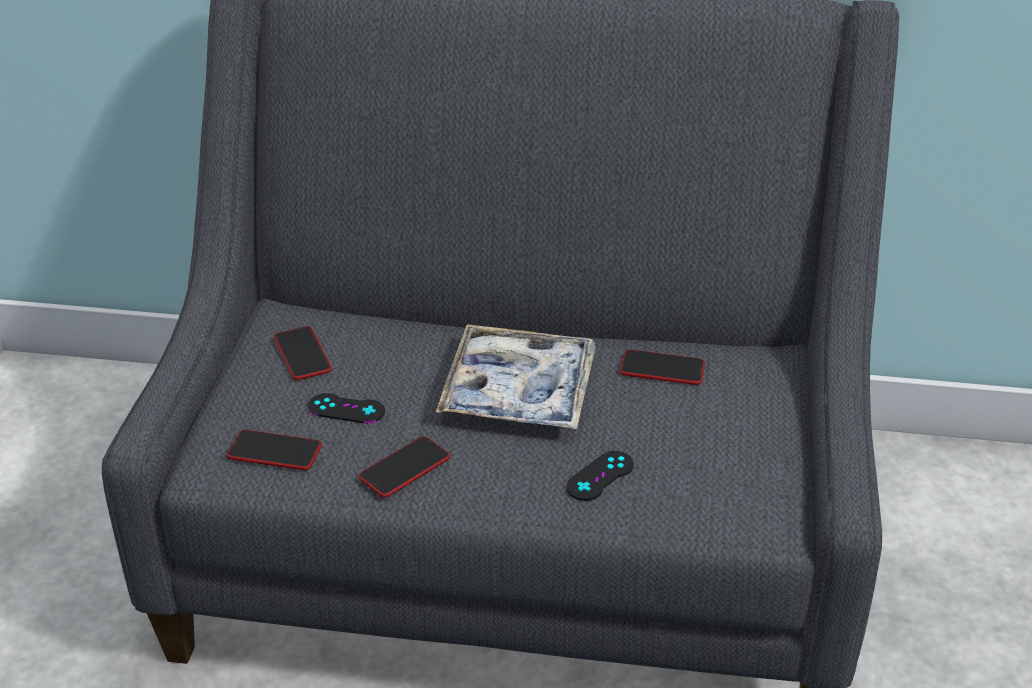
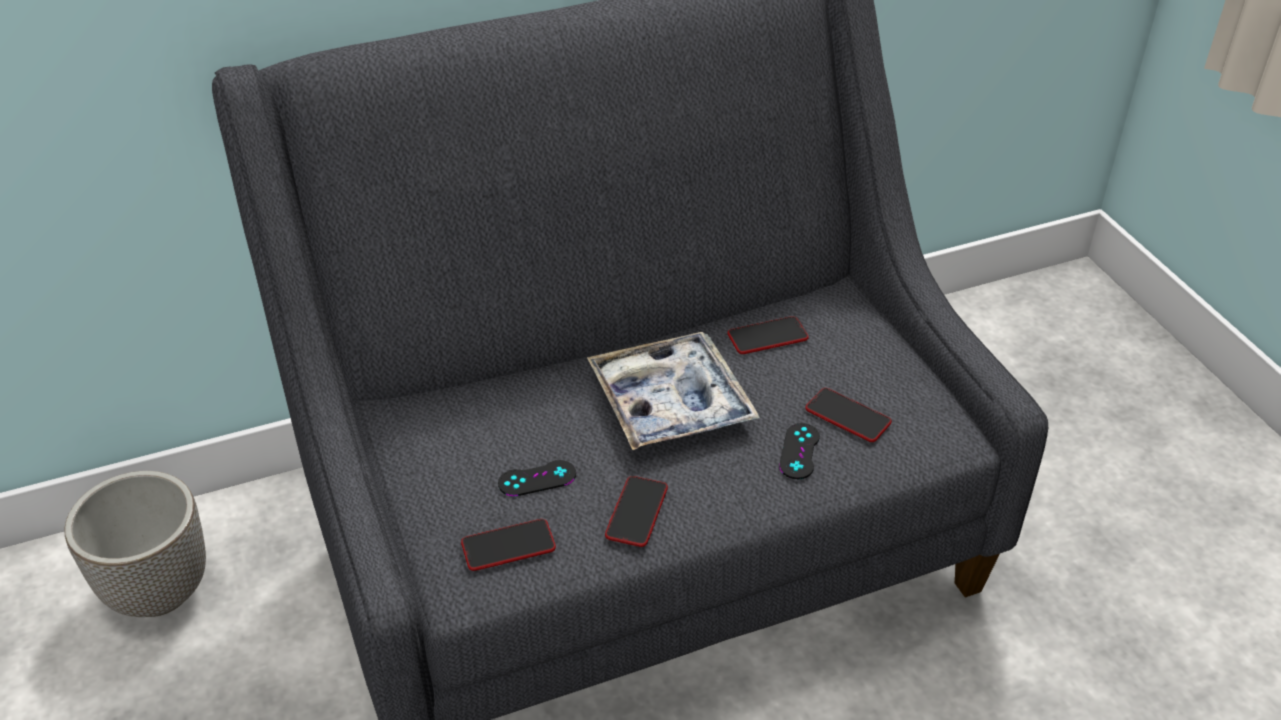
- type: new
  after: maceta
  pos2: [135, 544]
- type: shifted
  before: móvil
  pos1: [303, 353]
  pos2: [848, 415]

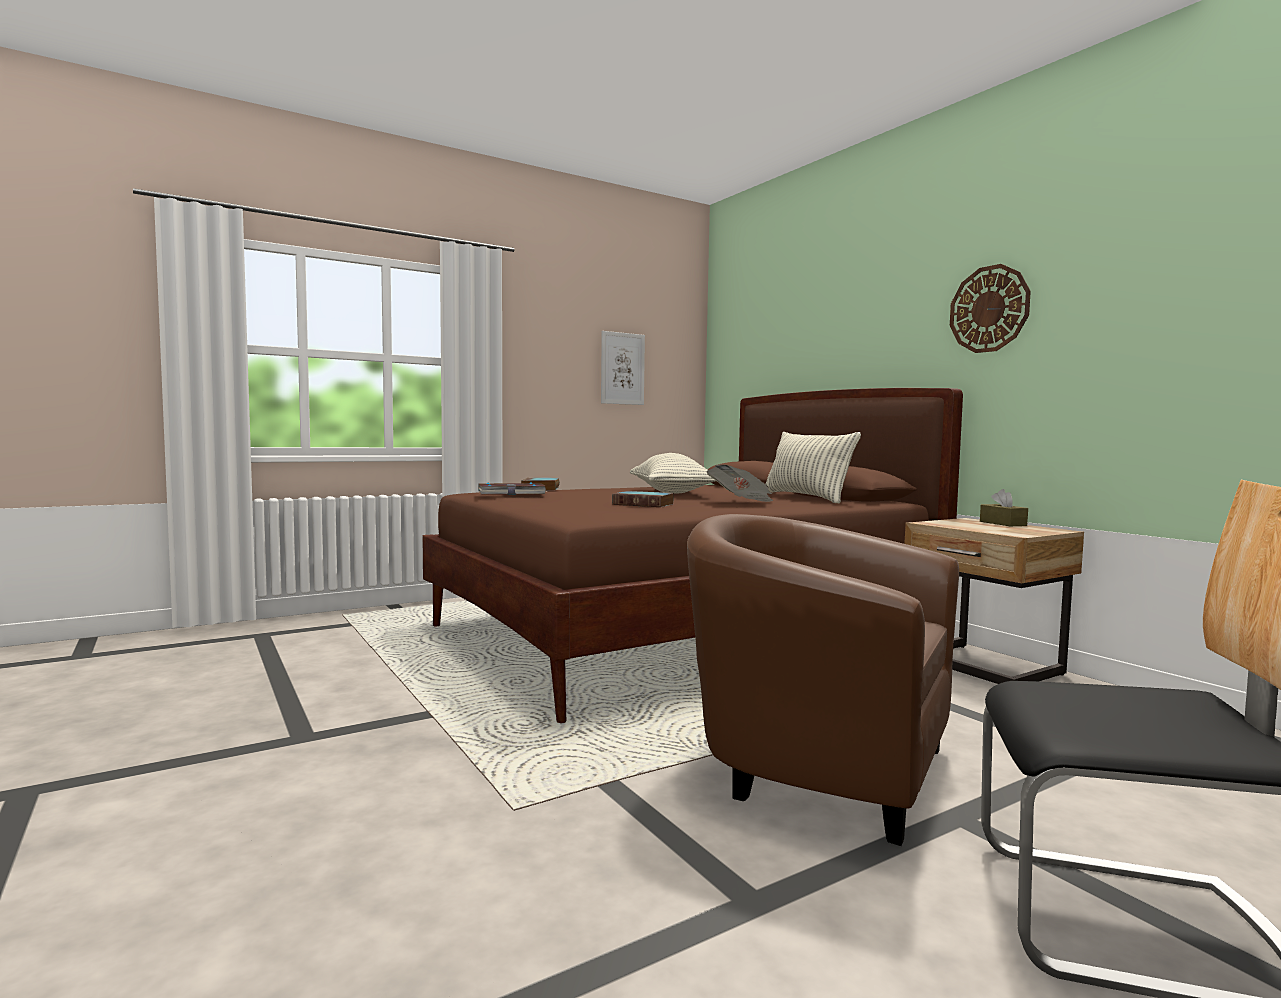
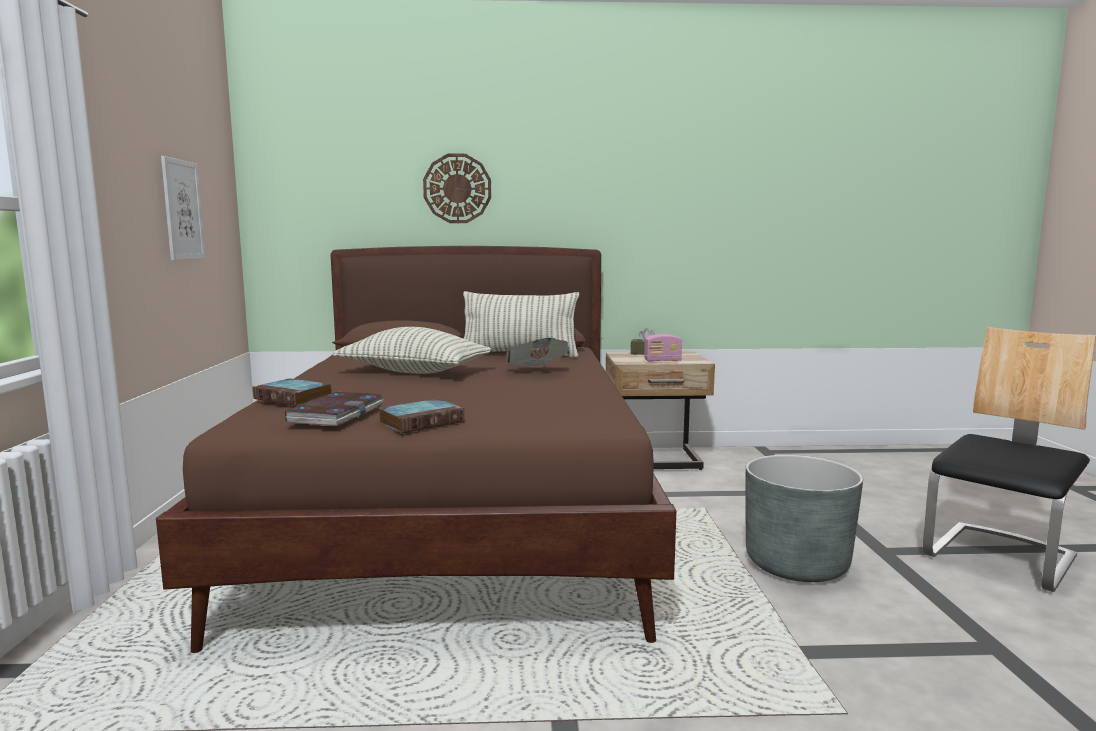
- type: shifted
  before: libro
  pos1: [643, 499]
  pos2: [421, 416]
- type: shifted
  before: reloj de pared
  pos1: [990, 308]
  pos2: [457, 188]
- type: new
  after: radio
  pos2: [663, 348]
- type: swapped
  before: sillón (marrón)
  after: maceta (gris)
  pos1: [823, 680]
  pos2: [804, 518]

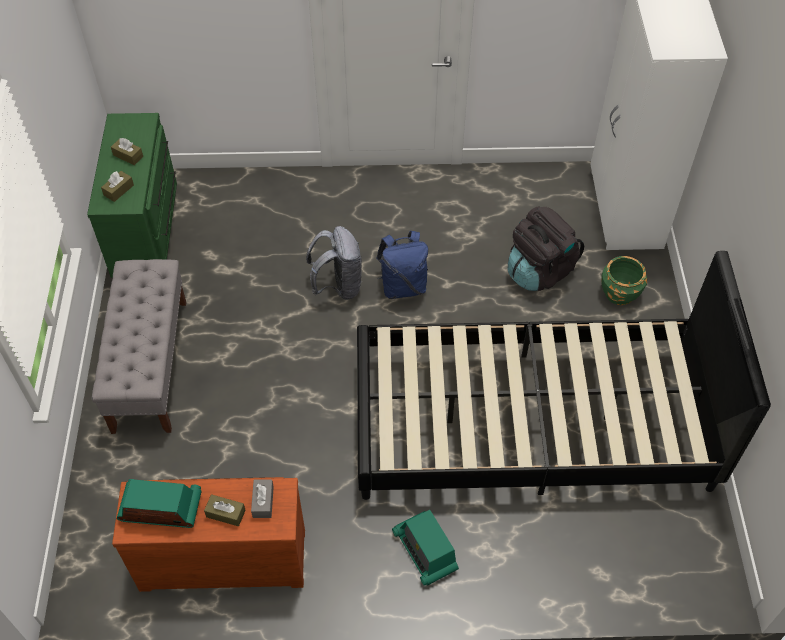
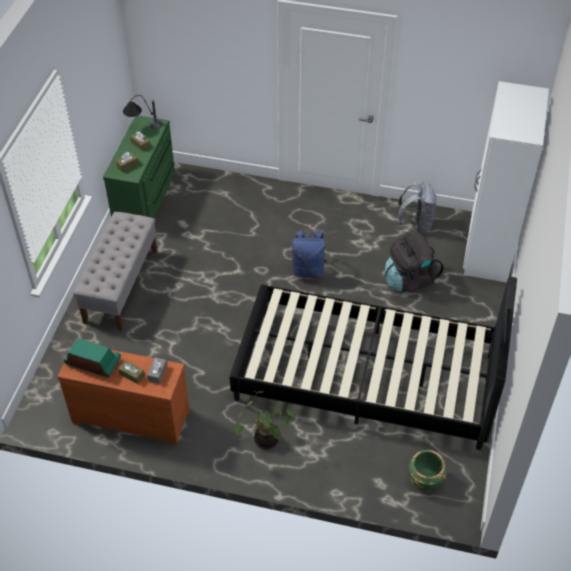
- type: new
  after: lámpara de mesa
  pos2: [142, 111]
- type: swapped
  before: radio
  after: planta en maceta
  pos1: [425, 548]
  pos2: [264, 420]
- type: shifted
  before: mochila (gris)
  pos1: [334, 263]
  pos2: [417, 207]
- type: shifted
  before: maceta (verde)
  pos1: [624, 280]
  pos2: [428, 470]

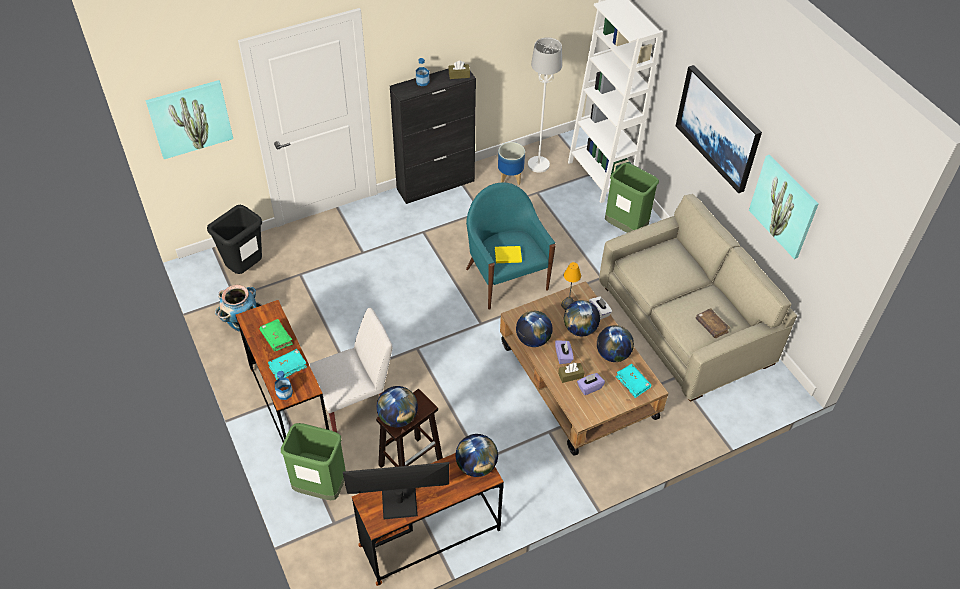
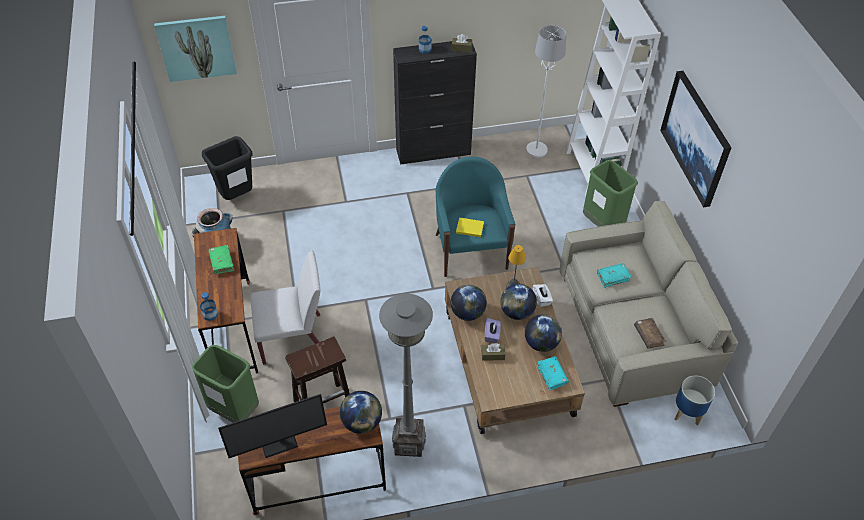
- type: rotated
  before: monitor
  pos1: [396, 491]
  pos2: [272, 426]
  turn: 150
- type: new
  after: lámpara de pie (gris)
  pos2: [406, 375]
- type: shifted
  before: libro (turquesa)
  pos1: [287, 364]
  pos2: [614, 275]
- type: shifted
  before: maceta
  pos1: [511, 163]
  pos2: [695, 400]
- type: gone
  before: globo terráqueo
  pos1: [397, 406]
- type: gone
  before: caja de pañuelos (morado)
  pos1: [591, 384]
- type: gone
  before: cuadro
  pos1: [783, 207]

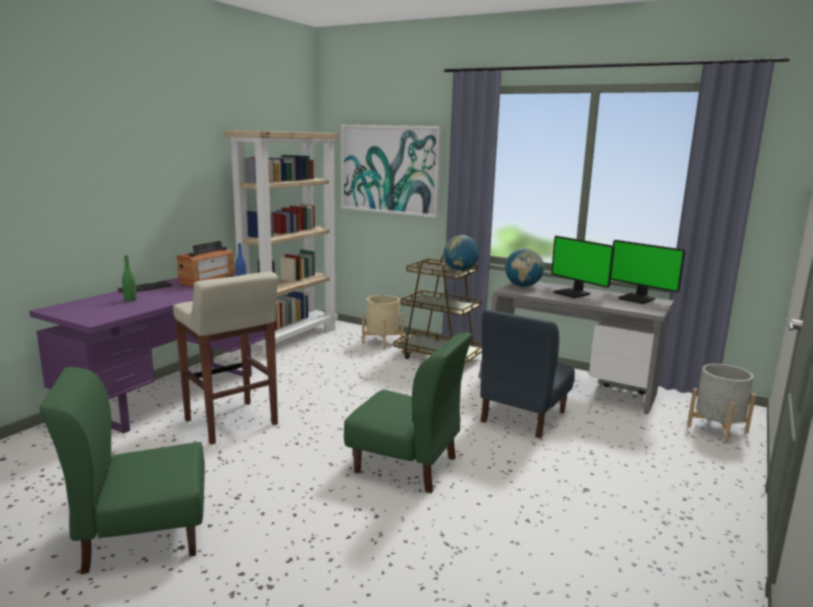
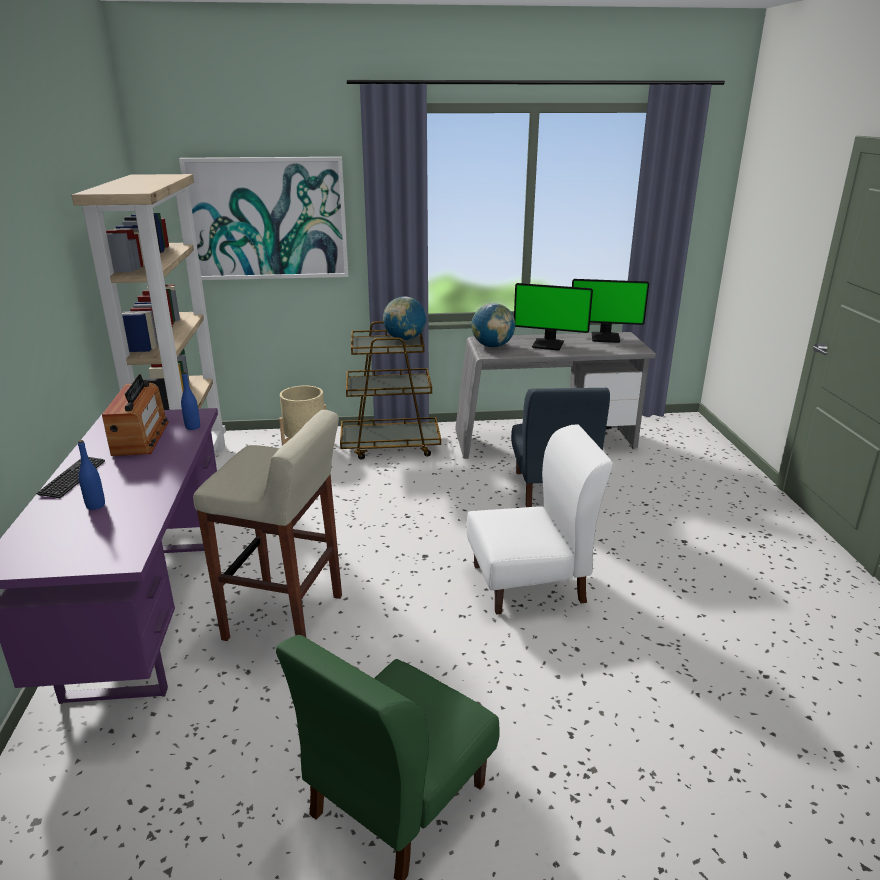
- type: repainted
  before: botella (verde)
  after: botella (azul)
  pos1: [129, 278]
  pos2: [91, 475]
- type: repainted
  before: silla (verde)
  after: silla (blanco)
  pos1: [408, 412]
  pos2: [539, 519]
- type: gone
  before: maceta (gris)
  pos1: [721, 403]

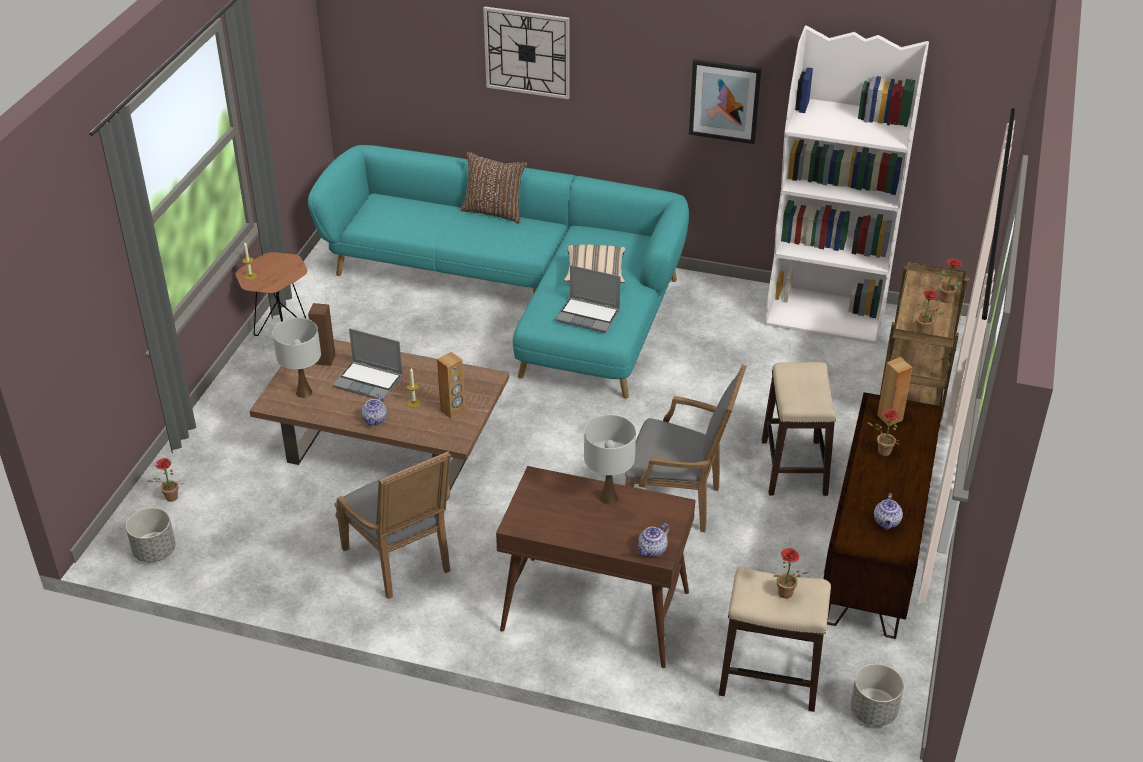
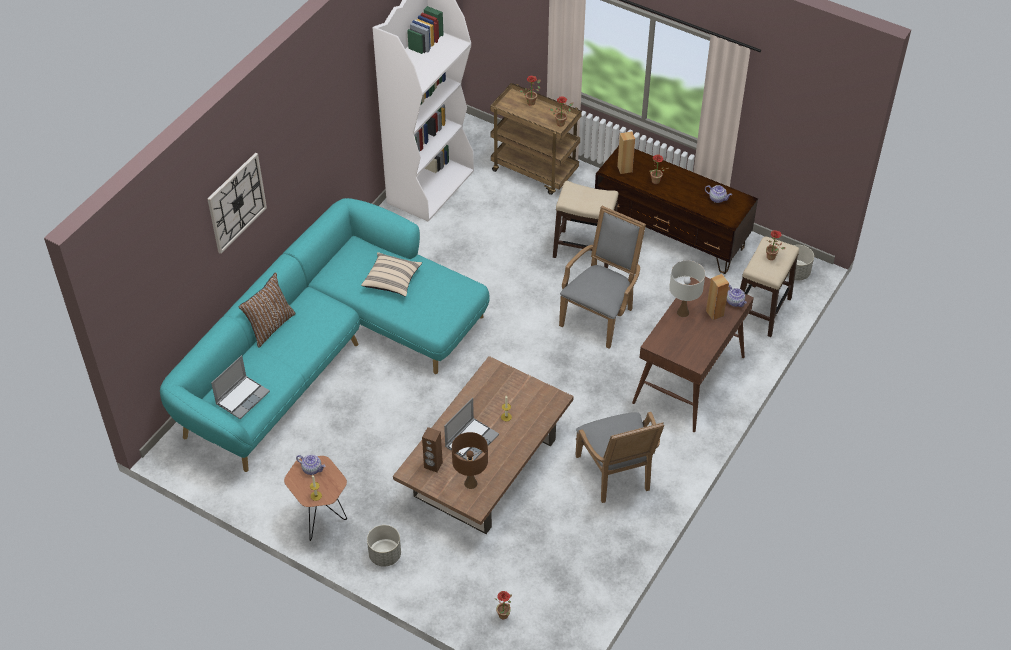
- type: shifted
  before: portátil
  pos1: [588, 299]
  pos2: [240, 387]
- type: shifted
  before: tetera
  pos1: [374, 410]
  pos2: [311, 465]
- type: shifted
  before: maceta (gris)
  pos1: [151, 535]
  pos2: [384, 546]
- type: repainted
  before: lámpara de mesa (blanco)
  after: lámpara de mesa (marrón)
  pos1: [296, 358]
  pos2: [470, 460]
- type: rotated
  before: sillón (gris)
  pos1: [393, 525]
  pos2: [619, 457]
  turn: 90
- type: shifted
  before: altavoz (marrón)
  pos1: [451, 385]
  pos2: [717, 297]
- type: gone
  before: cuadro
  pos1: [725, 101]

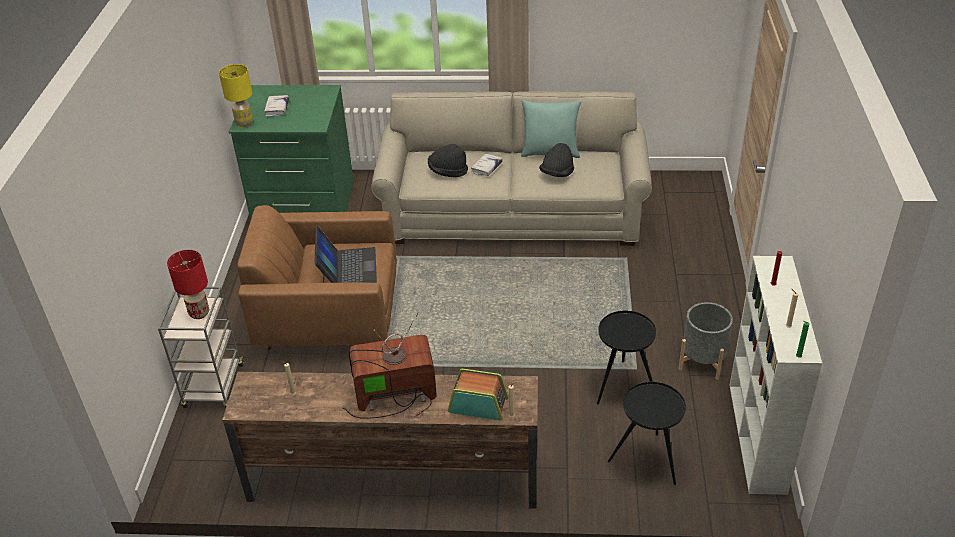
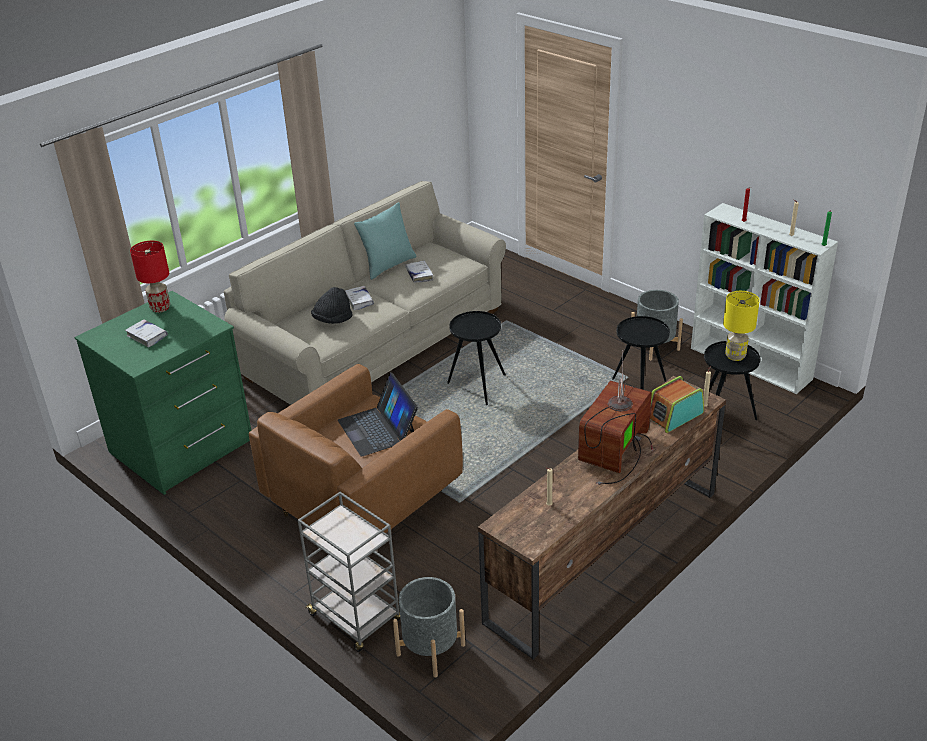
- type: shifted
  before: lámpara de mesa (rojo)
  pos1: [188, 284]
  pos2: [150, 277]
- type: rotated
  before: portátil
  pos1: [345, 254]
  pos2: [378, 415]
  turn: -150
- type: new
  after: maceta (gris)
  pos2: [429, 627]
- type: swapped
  before: sombrero (negro)
  after: libro (blanco)
  pos1: [556, 160]
  pos2: [419, 272]
- type: new
  after: mesa auxiliar (negro)
  pos2: [476, 358]
- type: shifted
  before: lámpara de mesa (amarillo)
  pos1: [236, 95]
  pos2: [741, 326]

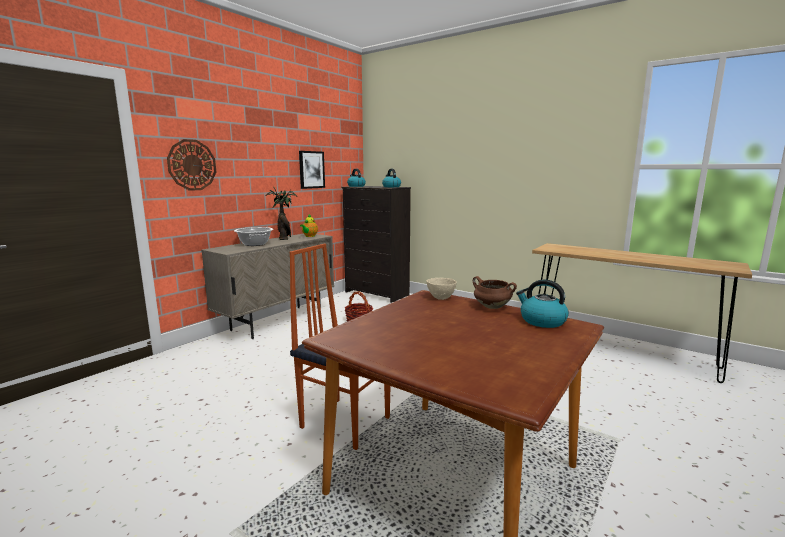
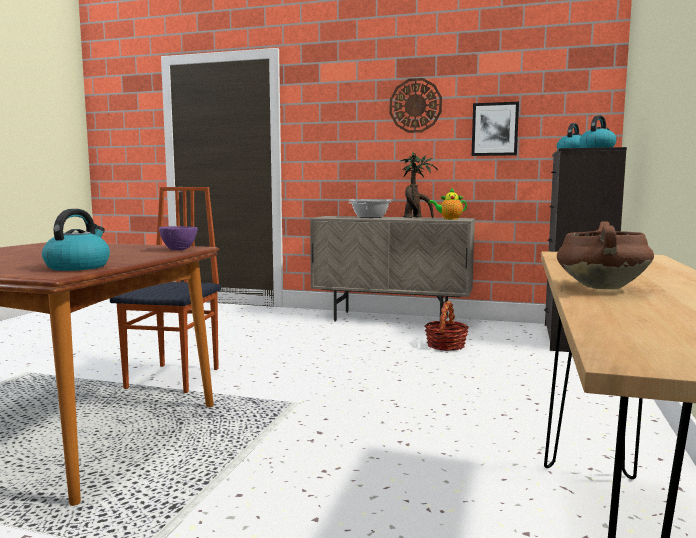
- type: repainted
  before: cuenco (beis)
  after: cuenco (morado)
  pos1: [441, 289]
  pos2: [178, 238]
- type: shifted
  before: reloj de pared
  pos1: [191, 165]
  pos2: [416, 105]
- type: shifted
  before: olla (marrón)
  pos1: [495, 292]
  pos2: [605, 255]

